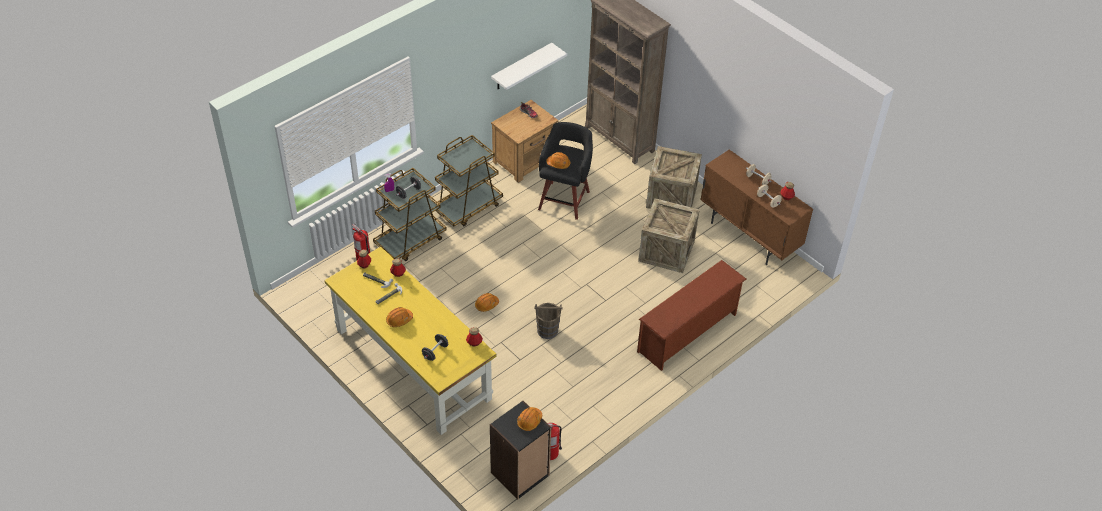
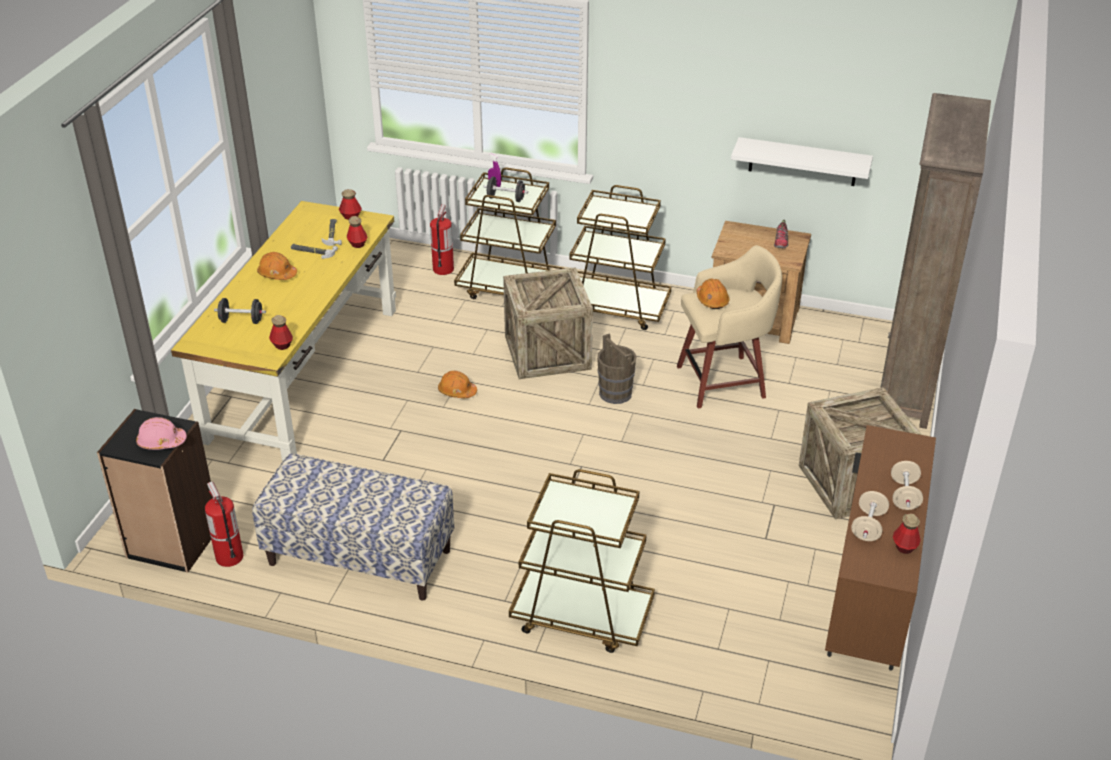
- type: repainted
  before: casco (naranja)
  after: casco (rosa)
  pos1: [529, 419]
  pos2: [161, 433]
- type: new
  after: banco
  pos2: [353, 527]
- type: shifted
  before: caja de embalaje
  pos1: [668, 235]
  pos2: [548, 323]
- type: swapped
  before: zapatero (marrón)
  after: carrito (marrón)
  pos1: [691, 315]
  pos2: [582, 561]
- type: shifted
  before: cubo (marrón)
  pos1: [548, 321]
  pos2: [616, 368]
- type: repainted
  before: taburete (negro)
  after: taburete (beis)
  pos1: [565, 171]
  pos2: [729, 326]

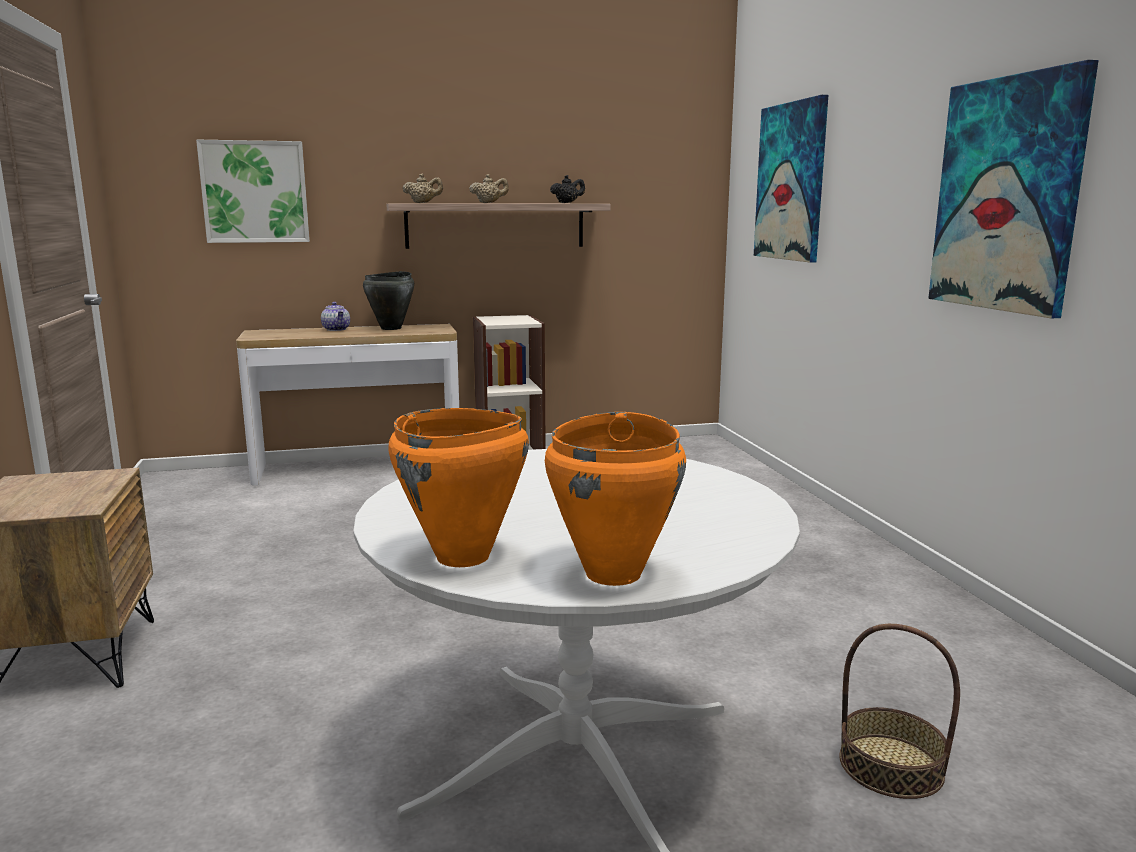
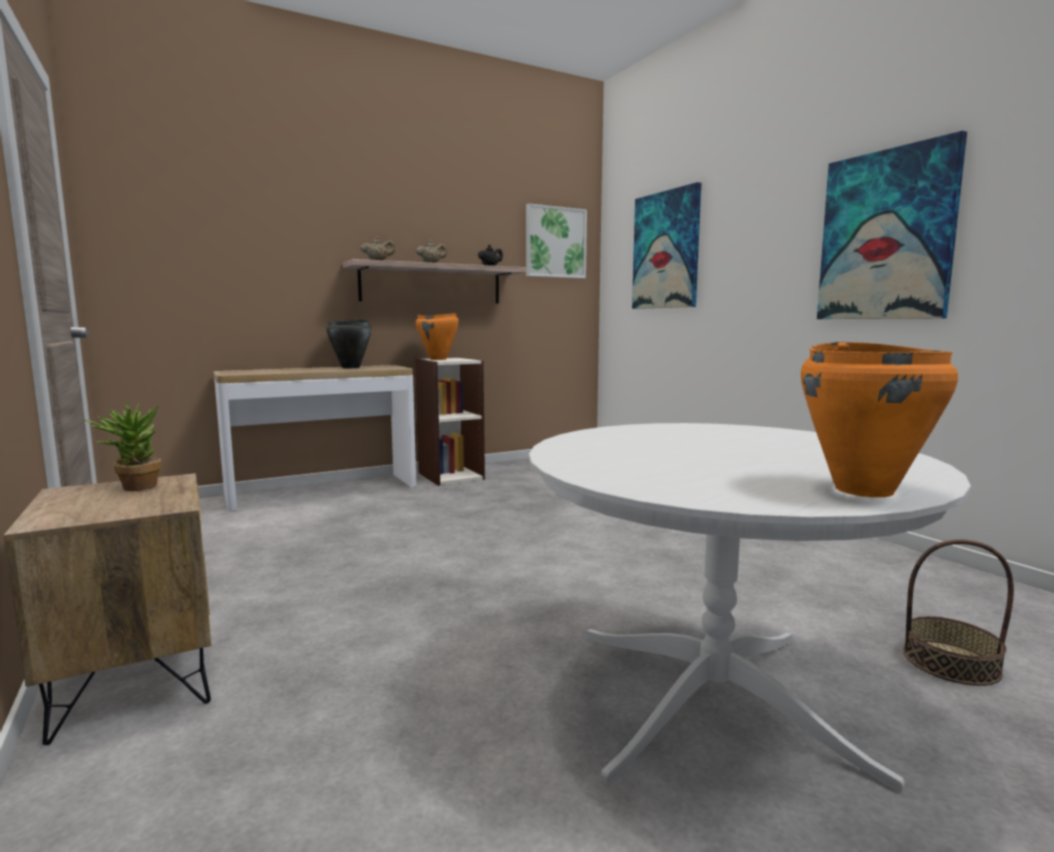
- type: new
  after: planta en maceta
  pos2: [123, 446]
- type: shifted
  before: olla (naranja)
  pos1: [458, 487]
  pos2: [437, 336]
- type: shifted
  before: cuadro
  pos1: [253, 191]
  pos2: [556, 241]
- type: gone
  before: tetera
  pos1: [335, 316]

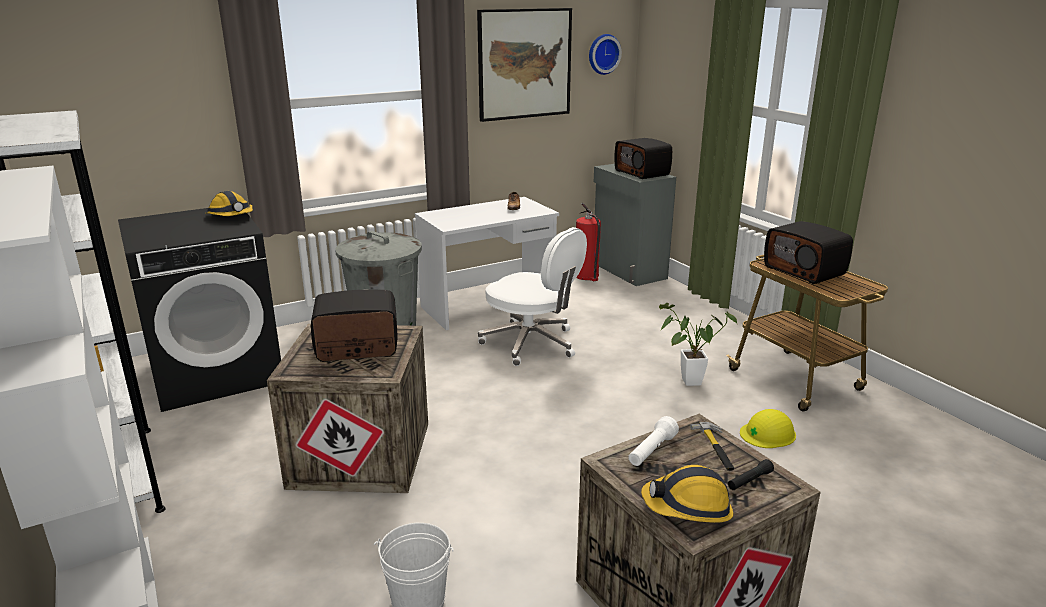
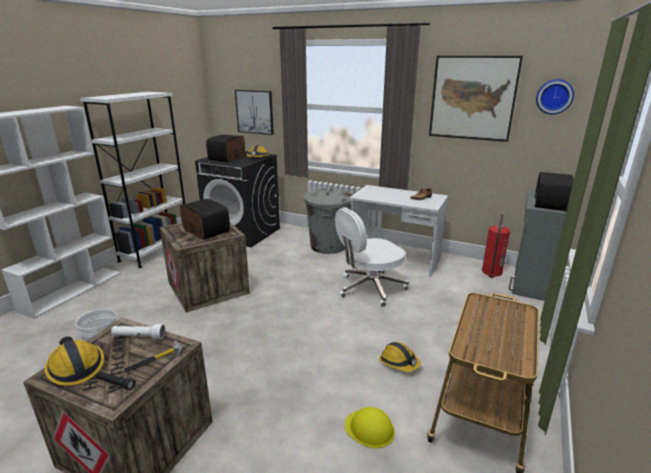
- type: shifted
  before: radio
  pos1: [808, 252]
  pos2: [225, 148]
- type: new
  after: cuadro
  pos2: [254, 112]
- type: rotated
  before: silla de oficina (blanco)
  pos1: [532, 296]
  pos2: [372, 257]
  turn: 60
- type: swapped
  before: planta en maceta
  after: casco
  pos1: [698, 344]
  pos2: [400, 357]

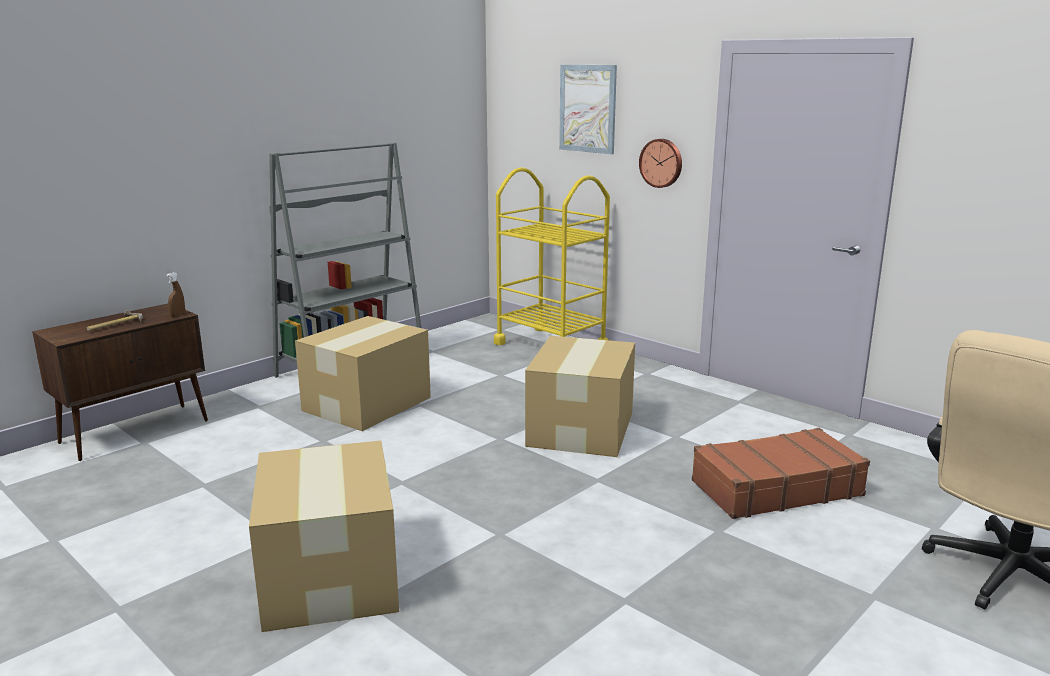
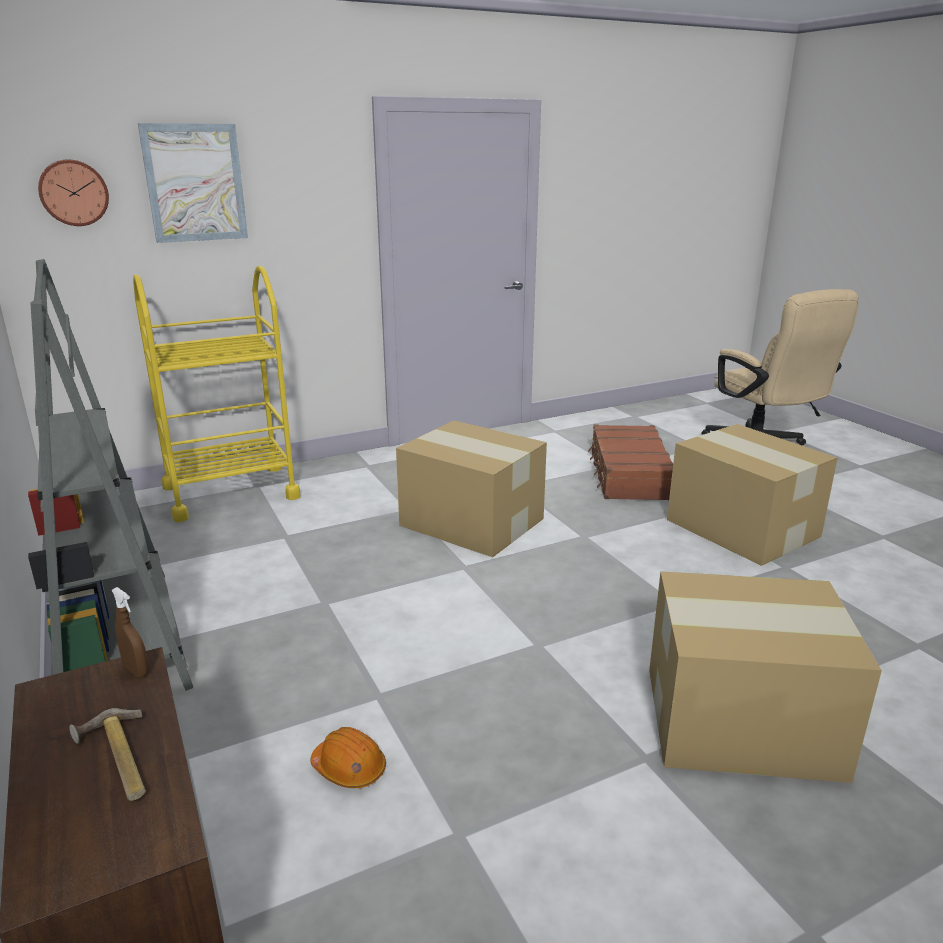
- type: shifted
  before: reloj de pared
  pos1: [660, 163]
  pos2: [73, 192]
- type: new
  after: casco (naranja)
  pos2: [348, 757]
- type: shifted
  before: caja de cartón
  pos1: [363, 373]
  pos2: [752, 495]

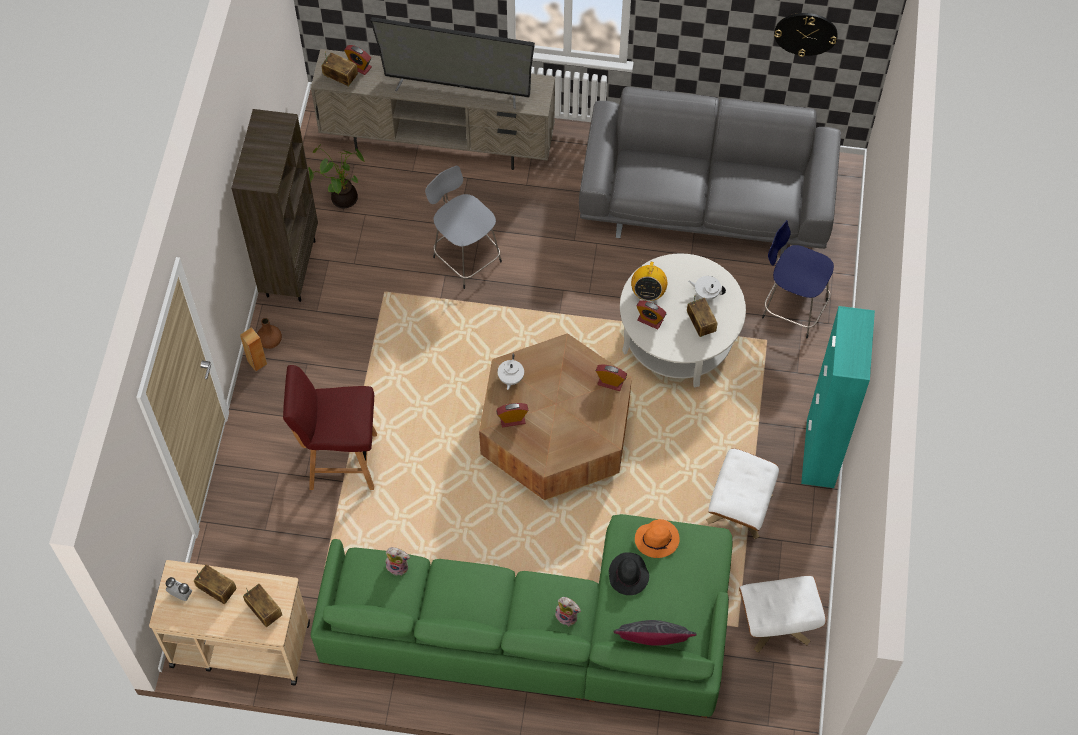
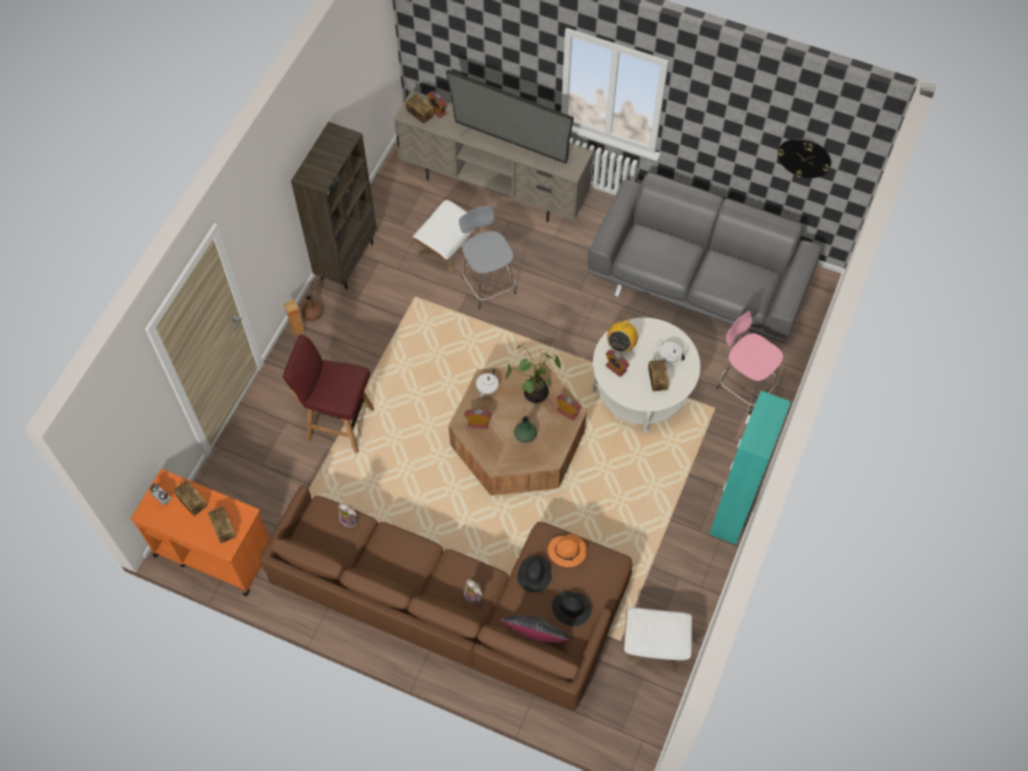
- type: repainted
  before: carrito (beis)
  after: carrito (naranja)
  pos1: [229, 622]
  pos2: [200, 532]
- type: repainted
  before: sofá (verde)
  after: sofá (marrón)
  pos1: [522, 616]
  pos2: [445, 598]
- type: shifted
  before: puf (blanco)
  pos1: [742, 493]
  pos2: [443, 236]
- type: shifted
  before: planta en maceta
  pos1: [336, 176]
  pos2: [533, 373]
- type: new
  after: florero (verde)
  pos2: [525, 429]
- type: new
  after: sombrero (negro)
  pos2: [571, 608]
- type: repainted
  before: taburete (azul)
  after: taburete (rosa)
  pos1: [798, 279]
  pos2: [750, 362]

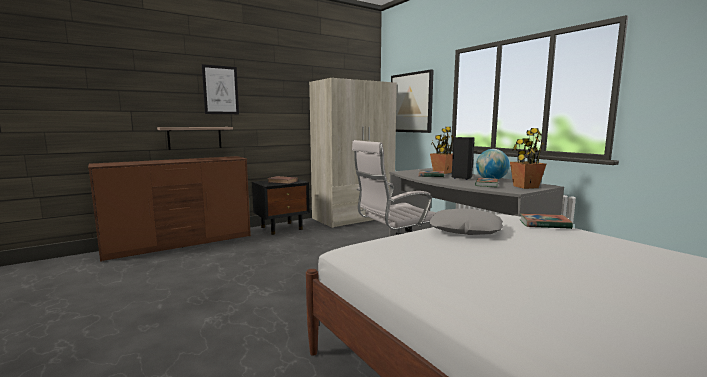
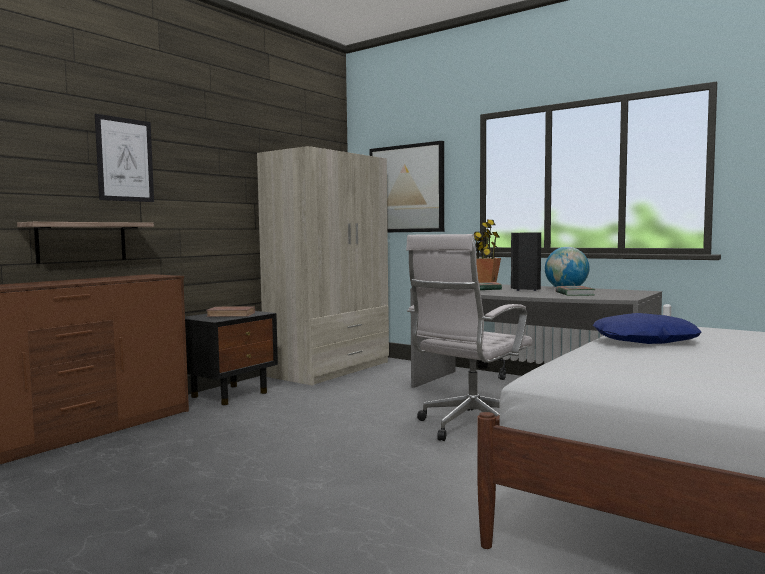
- type: repainted
  before: cojín (gris)
  after: cojín (azul)
  pos1: [466, 221]
  pos2: [647, 328]
- type: gone
  before: planta en maceta
  pos1: [528, 158]
- type: gone
  before: libro
  pos1: [546, 221]

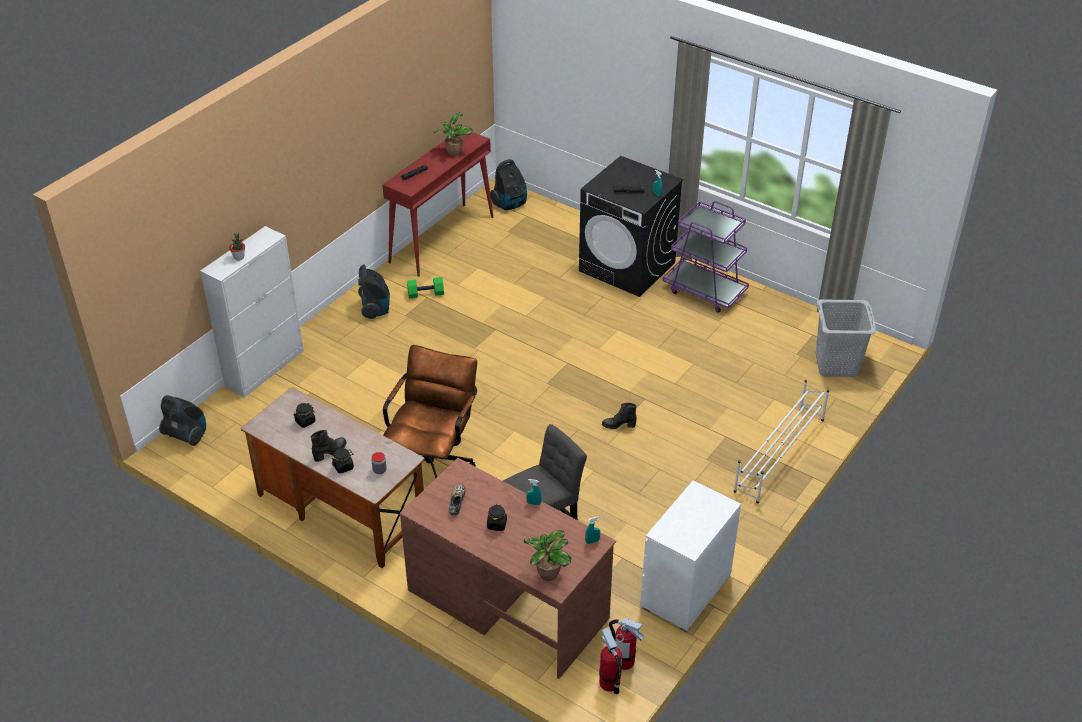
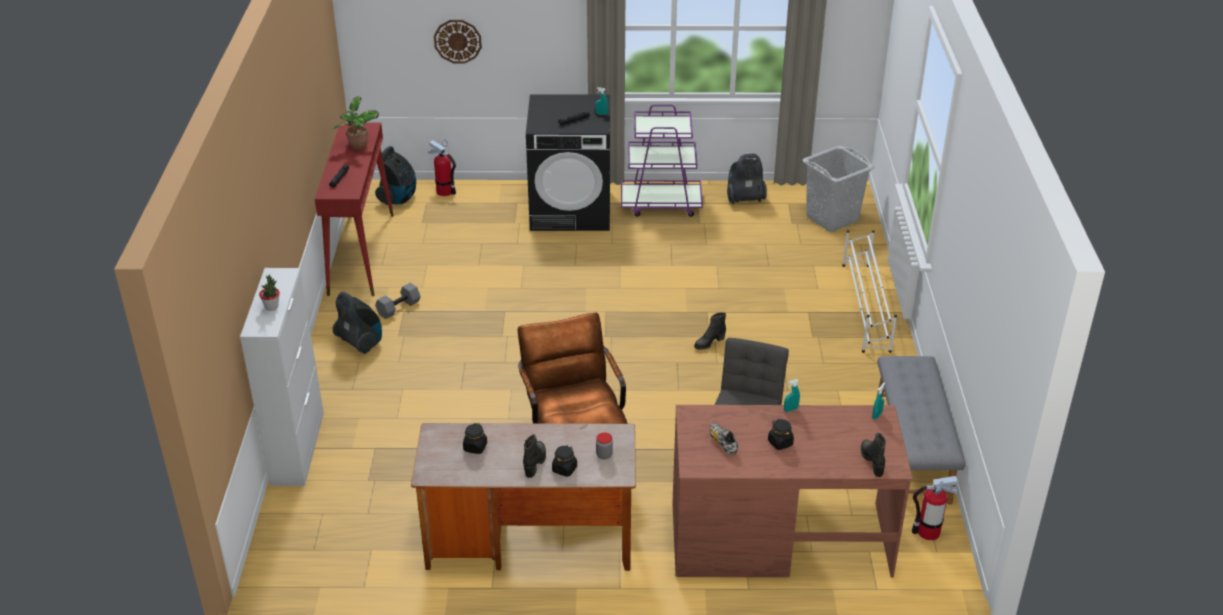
- type: repainted
  before: mancuerna (verde)
  after: mancuerna (gris)
  pos1: [425, 287]
  pos2: [398, 301]
- type: shifted
  before: extintor
  pos1: [611, 661]
  pos2: [442, 167]
- type: new
  after: reloj de pared
  pos2: [458, 41]
- type: shifted
  before: aspiradora
  pos1: [182, 420]
  pos2: [747, 179]
- type: swapped
  before: planta en maceta
  after: bota (negro)
  pos1: [547, 555]
  pos2: [873, 455]
- type: swapped
  before: cómoda (blanco)
  after: banco (gris)
  pos1: [690, 556]
  pos2: [921, 430]

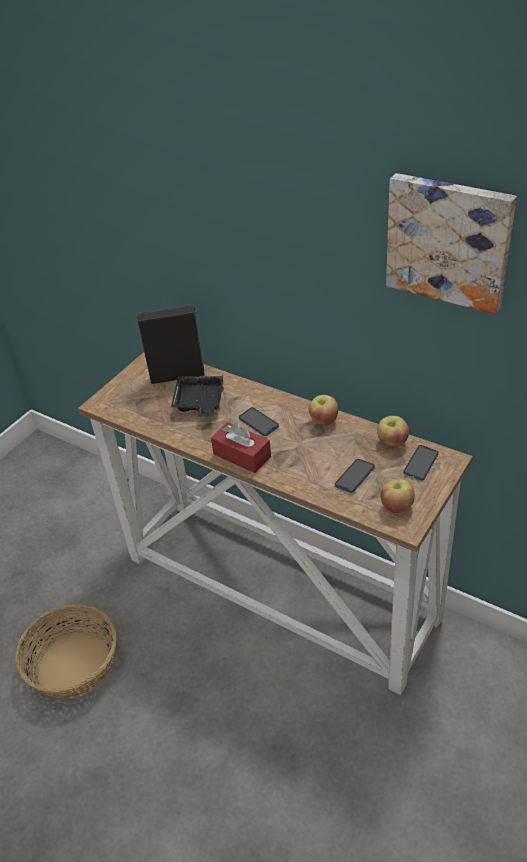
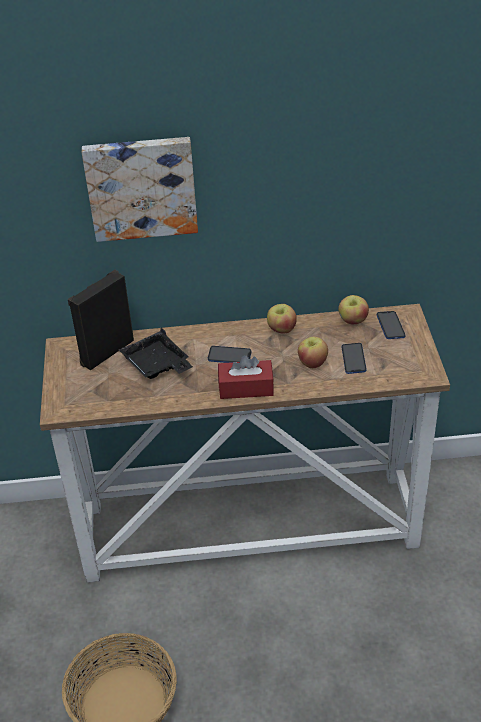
- type: shifted
  before: cuadro
  pos1: [451, 243]
  pos2: [140, 189]
- type: shifted
  before: manzana
  pos1: [398, 496]
  pos2: [313, 352]

